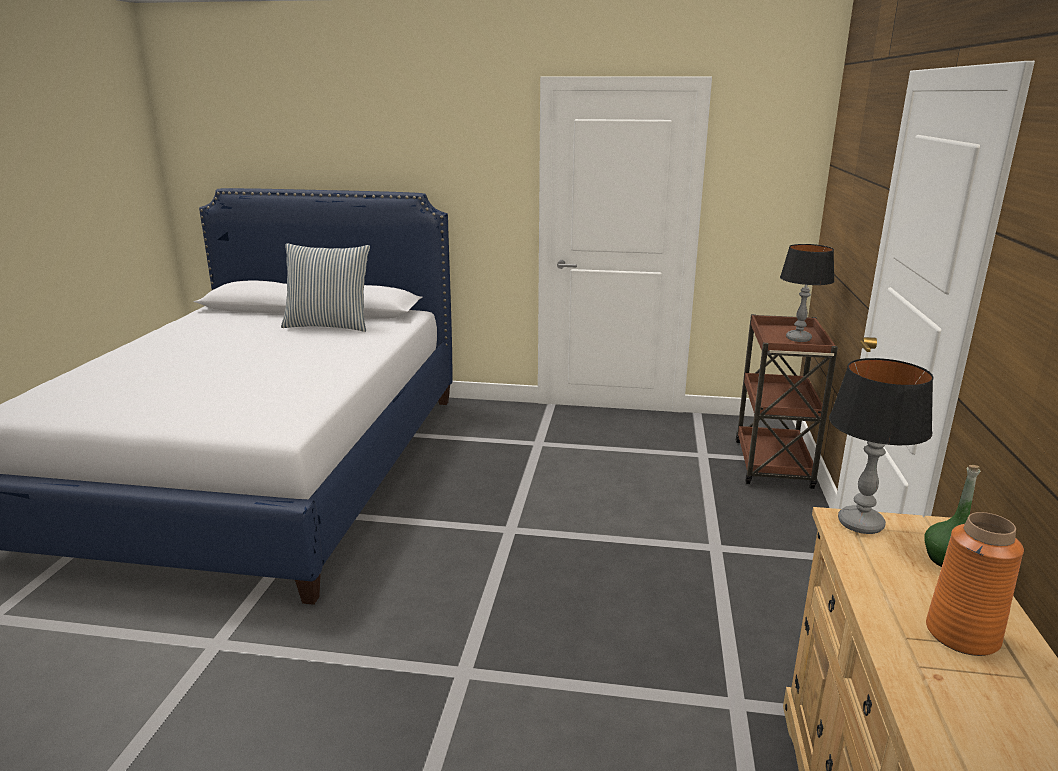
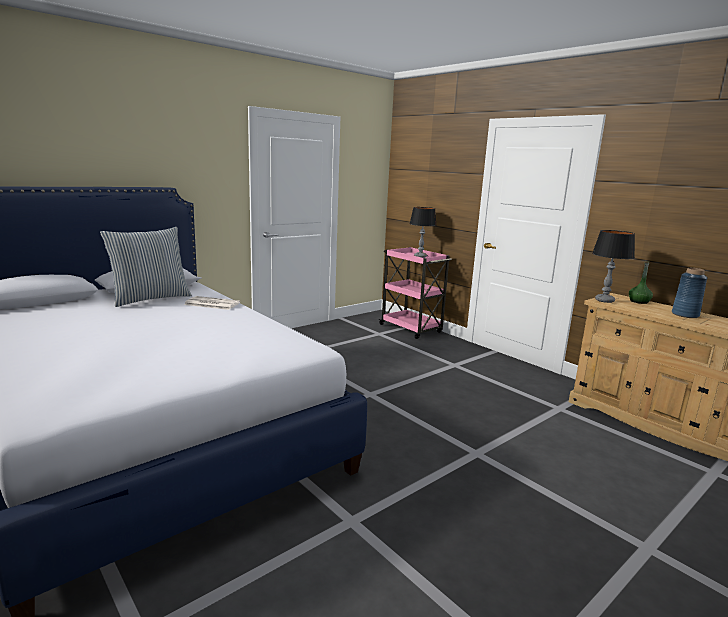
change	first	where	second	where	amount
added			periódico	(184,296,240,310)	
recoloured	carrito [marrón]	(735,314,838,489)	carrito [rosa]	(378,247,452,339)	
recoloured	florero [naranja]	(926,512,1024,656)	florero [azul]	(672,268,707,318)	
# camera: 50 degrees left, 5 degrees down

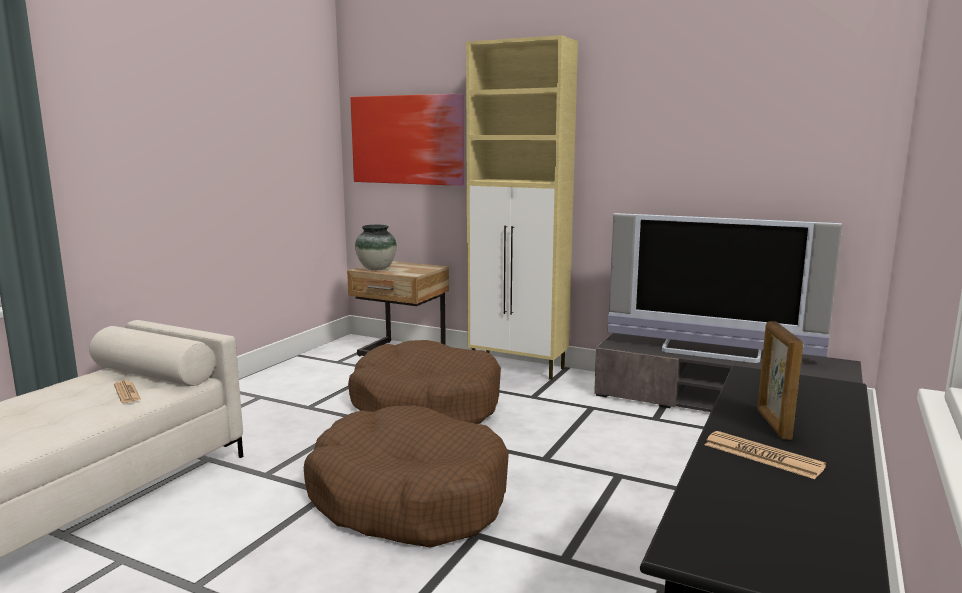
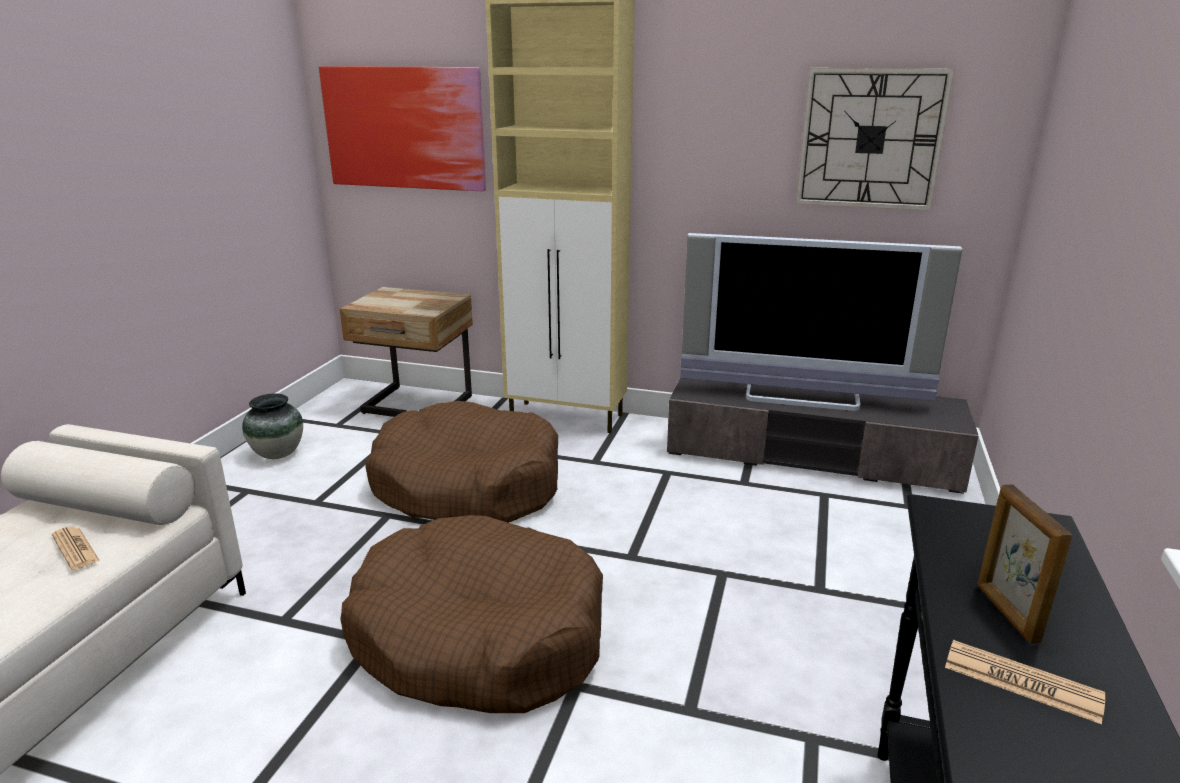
change	first	where	second	where	amount
moved	florero	(355,225,397,270)		(242,393,303,459)	
added			reloj de pared	(796,68,955,211)	
# camera: 10 degrees left, 10 degrees up

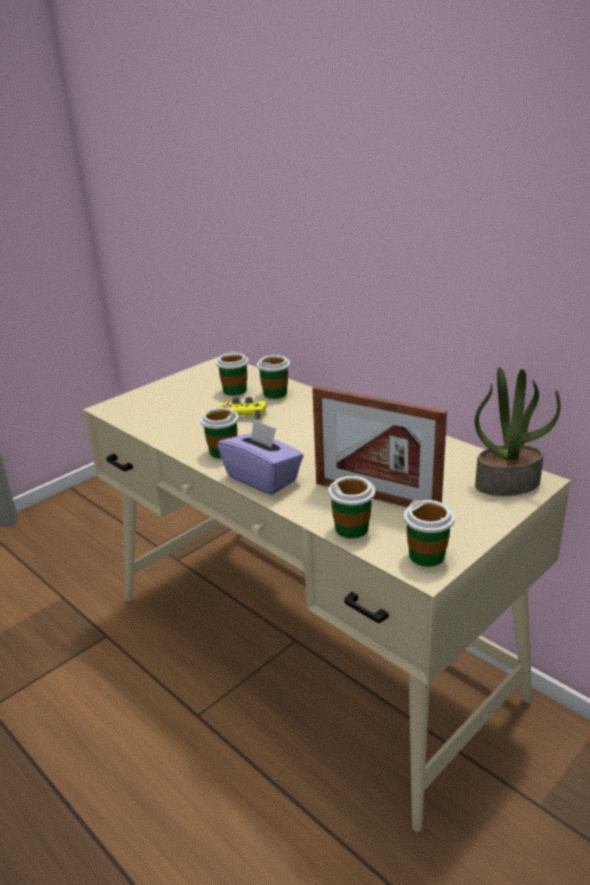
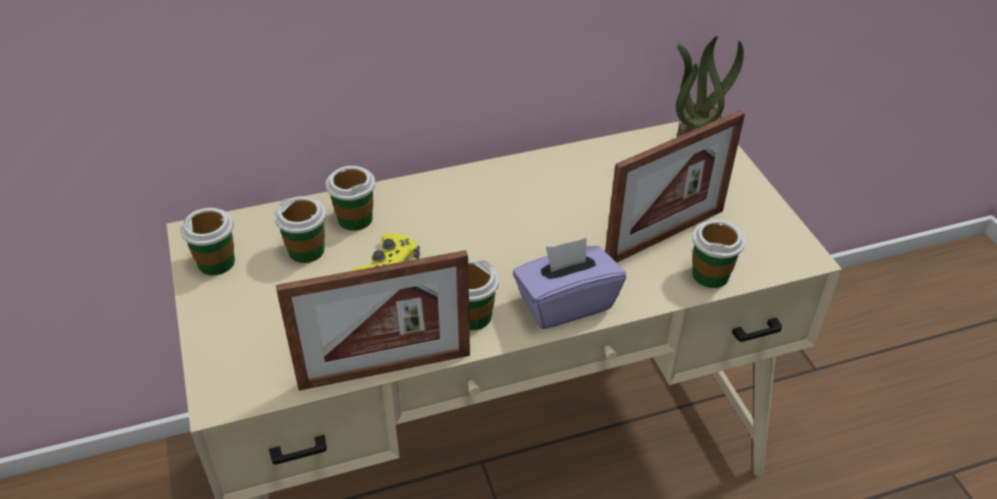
change	first	where	second	where	amount
moved	taza	(404,500,455,567)		(180,208,235,275)	
added			portarretratos	(276,250,470,391)	
# camera: 65 degrees left, 15 degrees up

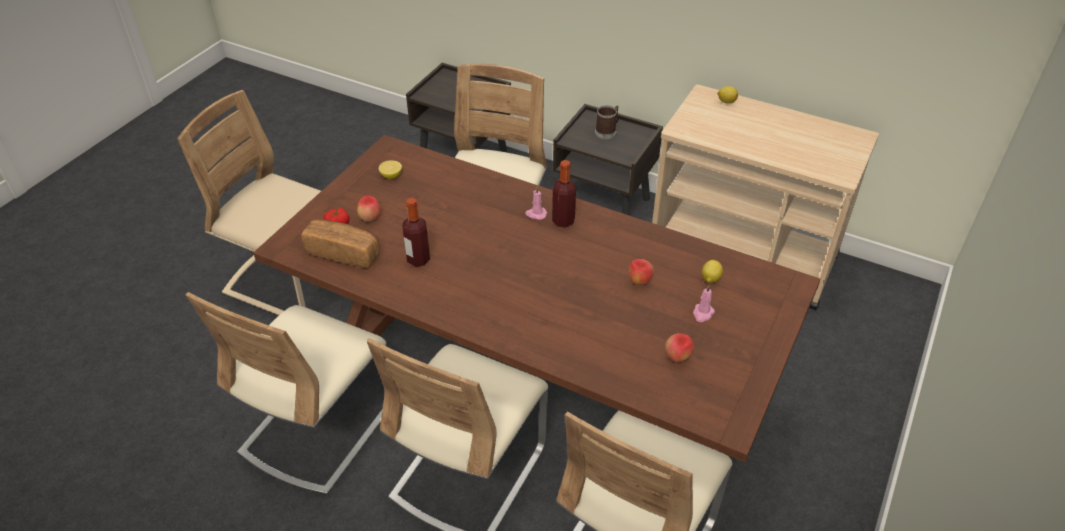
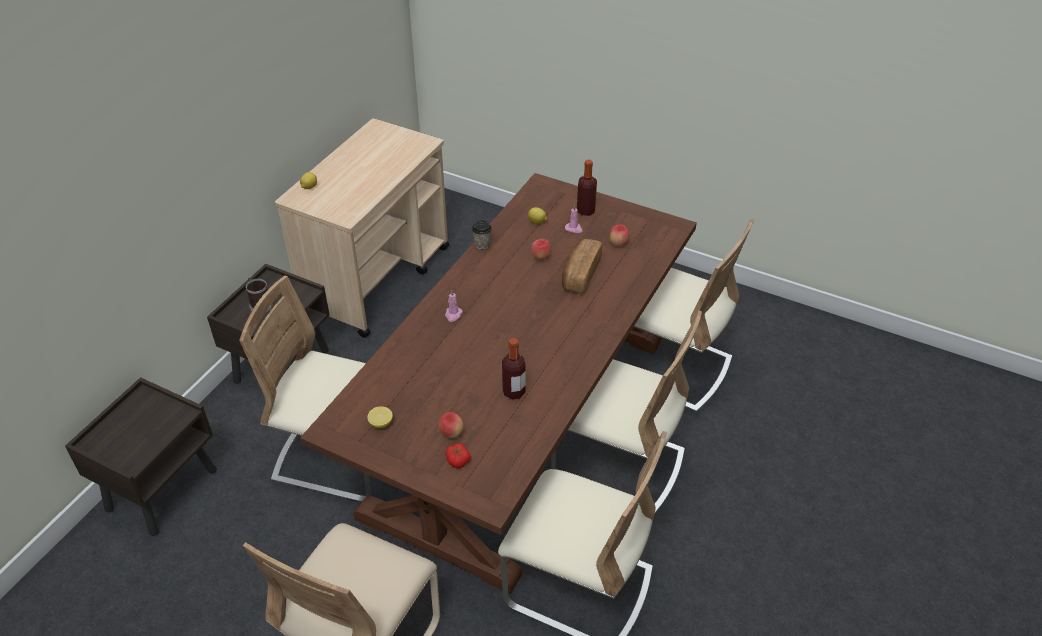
change	first	where	second	where	amount
added			taza	(472,220,492,249)	
moved	pan	(301,219,380,268)		(562,239,602,294)	
moved	botella	(552,160,576,228)		(577,160,597,216)	
# camera: 90 degrees left, 0 degrees up

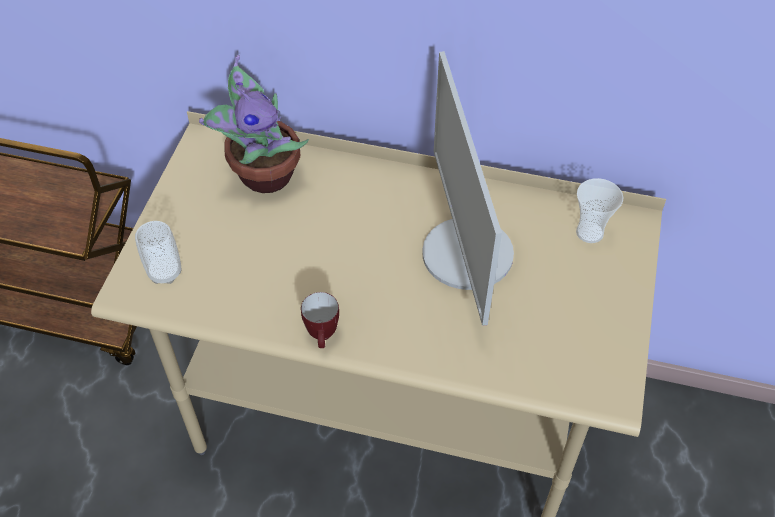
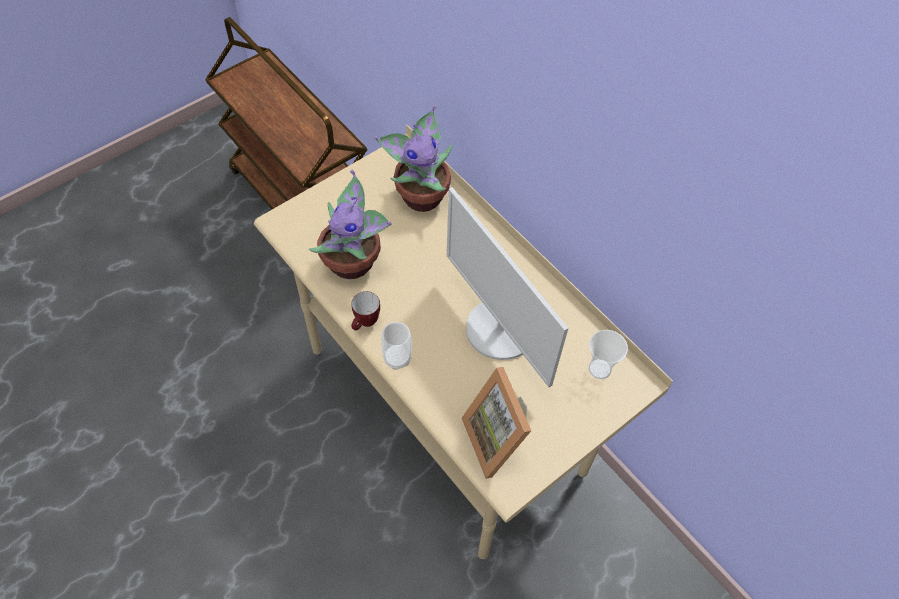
change	first	where	second	where	amount
added			planta en maceta	(309,169,392,279)	
moved	taza	(135,221,181,284)		(381,322,412,370)	
turned	monitor	(422,51,514,326)		(447,187,568,387)	60 degrees counterclockwise
added			portarretratos	(462,367,531,479)	
# camera: 35 degrees right, 5 degrees up

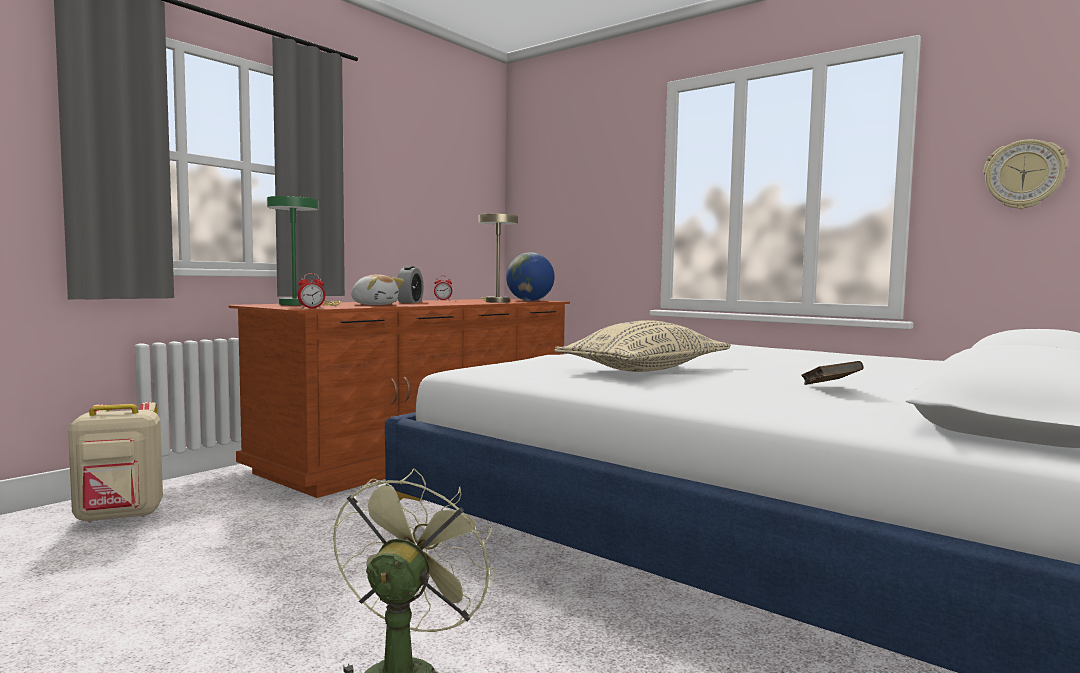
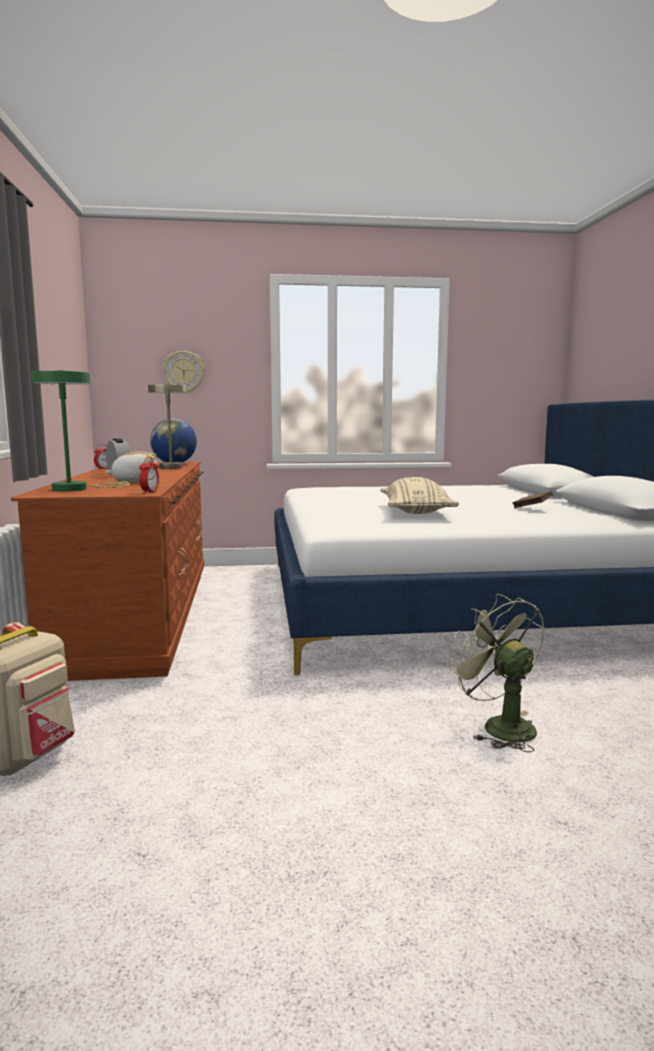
change	first	where	second	where	amount
moved	reloj de pared	(984,139,1068,209)		(163,351,205,393)	
# camera: 45 degrees left, 5 degrees up

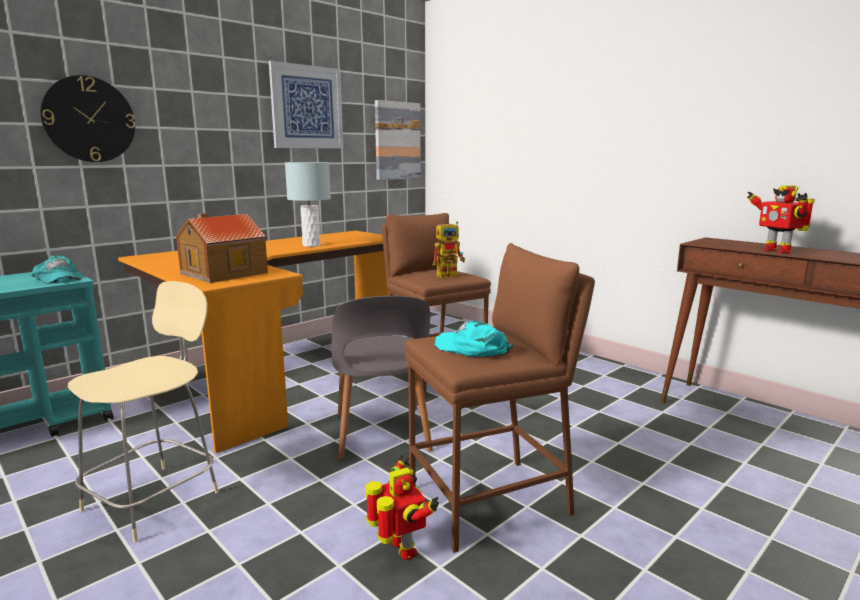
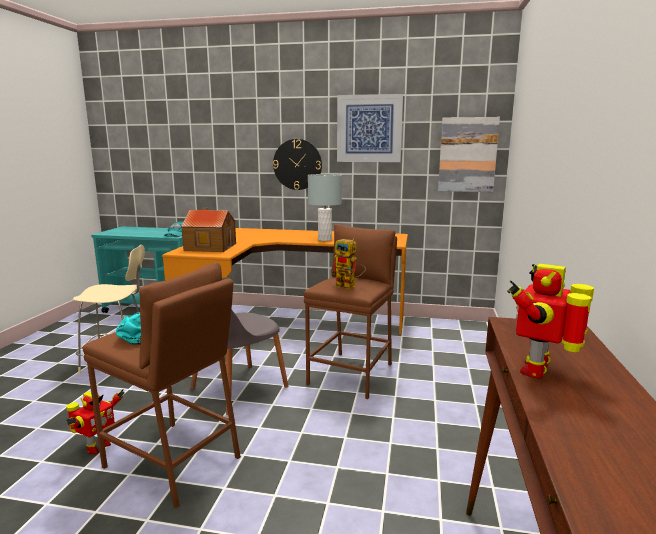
change	first	where	second	where	amount
moved	reloj de pared	(40,75,135,162)		(273,139,322,190)	
# camera: 55 degrees right, 0 degrees up

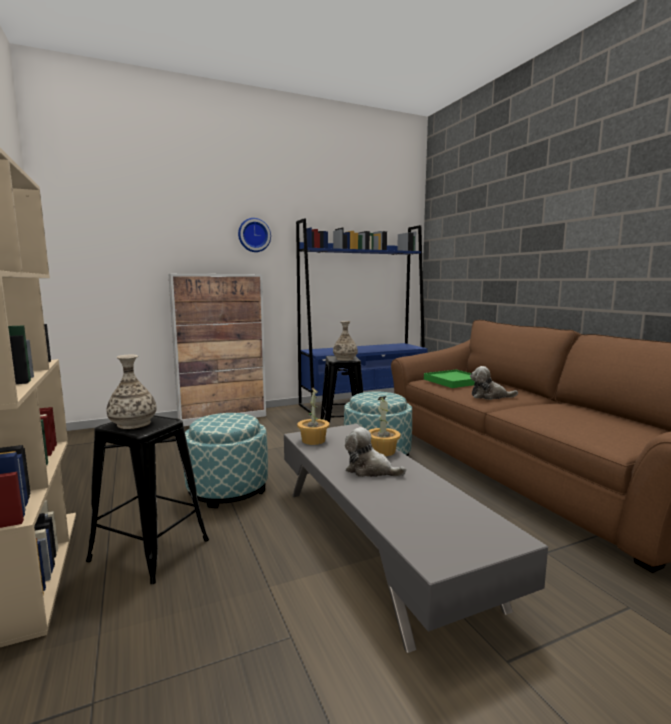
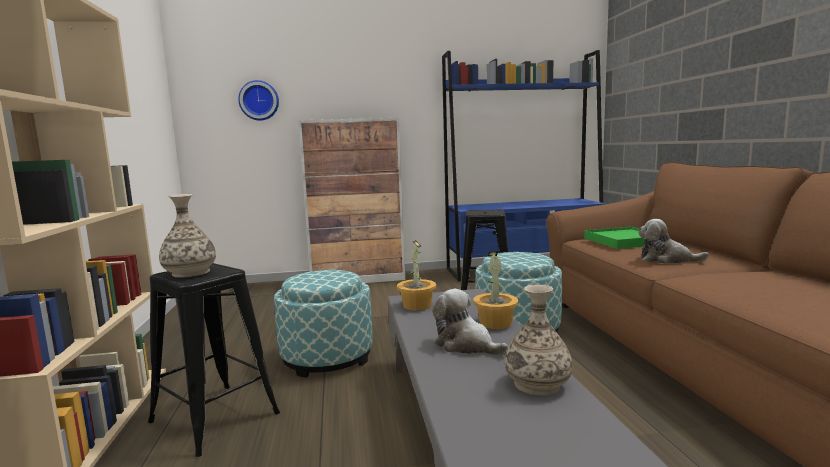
change	first	where	second	where	amount
moved	reloj de pared	(238,218,271,252)		(238,80,279,121)	
moved	florero	(333,321,358,361)		(505,285,573,396)	
# camera: 15 degrees right, 0 degrees up

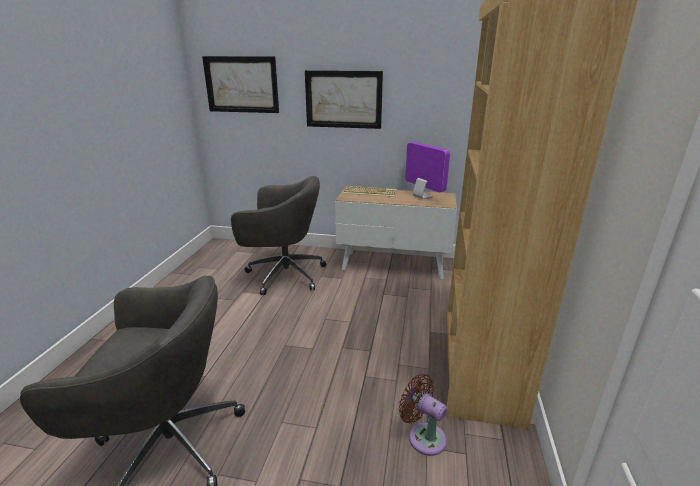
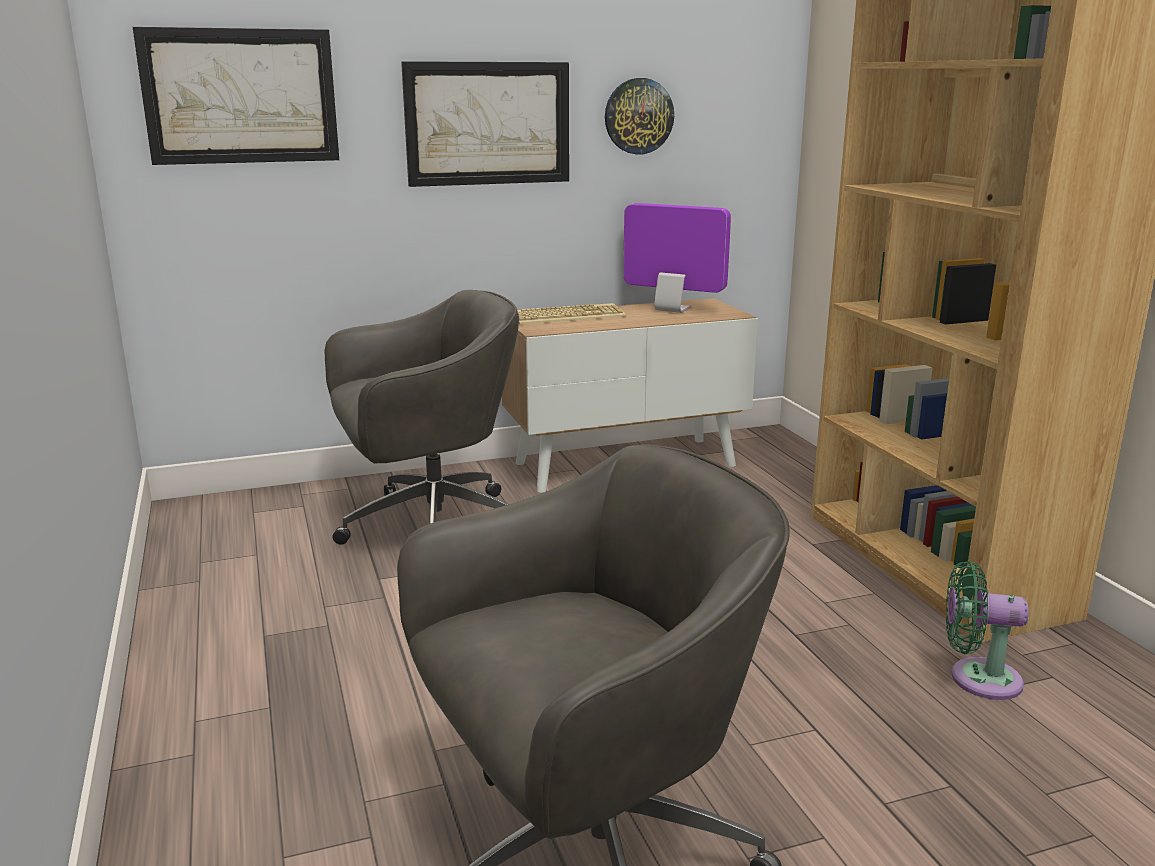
change	first	where	second	where	amount
added			reloj de pared	(605,78,674,155)	
recoloured	ventilador [marrón]	(399,374,447,456)	ventilador [verde]	(946,561,1029,700)	
# camera: 30 degrees left, 5 degrees down

